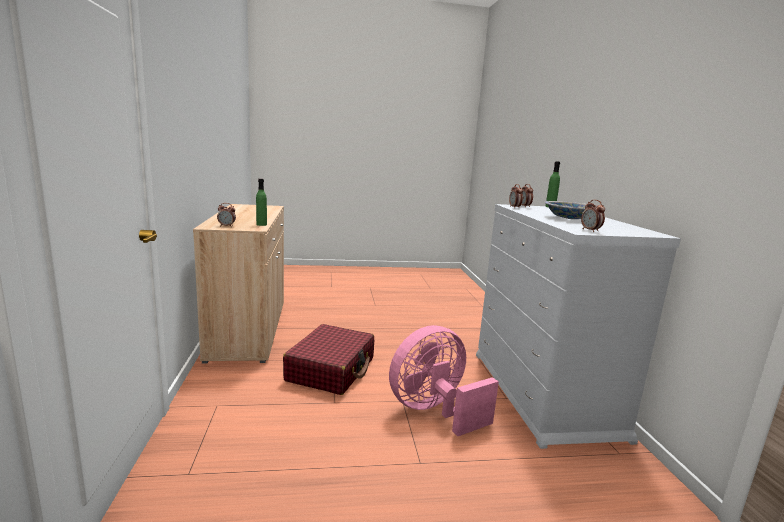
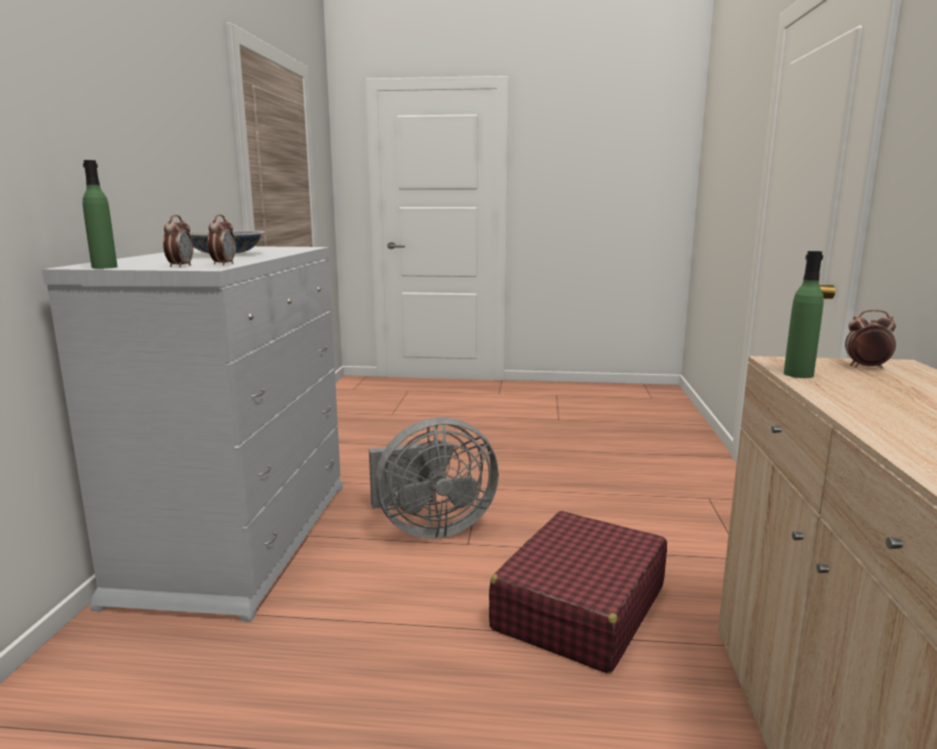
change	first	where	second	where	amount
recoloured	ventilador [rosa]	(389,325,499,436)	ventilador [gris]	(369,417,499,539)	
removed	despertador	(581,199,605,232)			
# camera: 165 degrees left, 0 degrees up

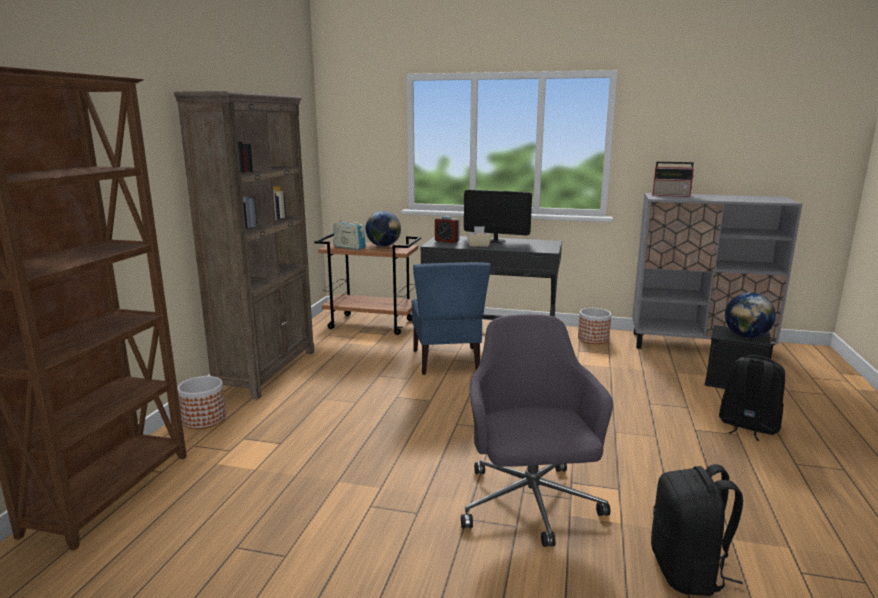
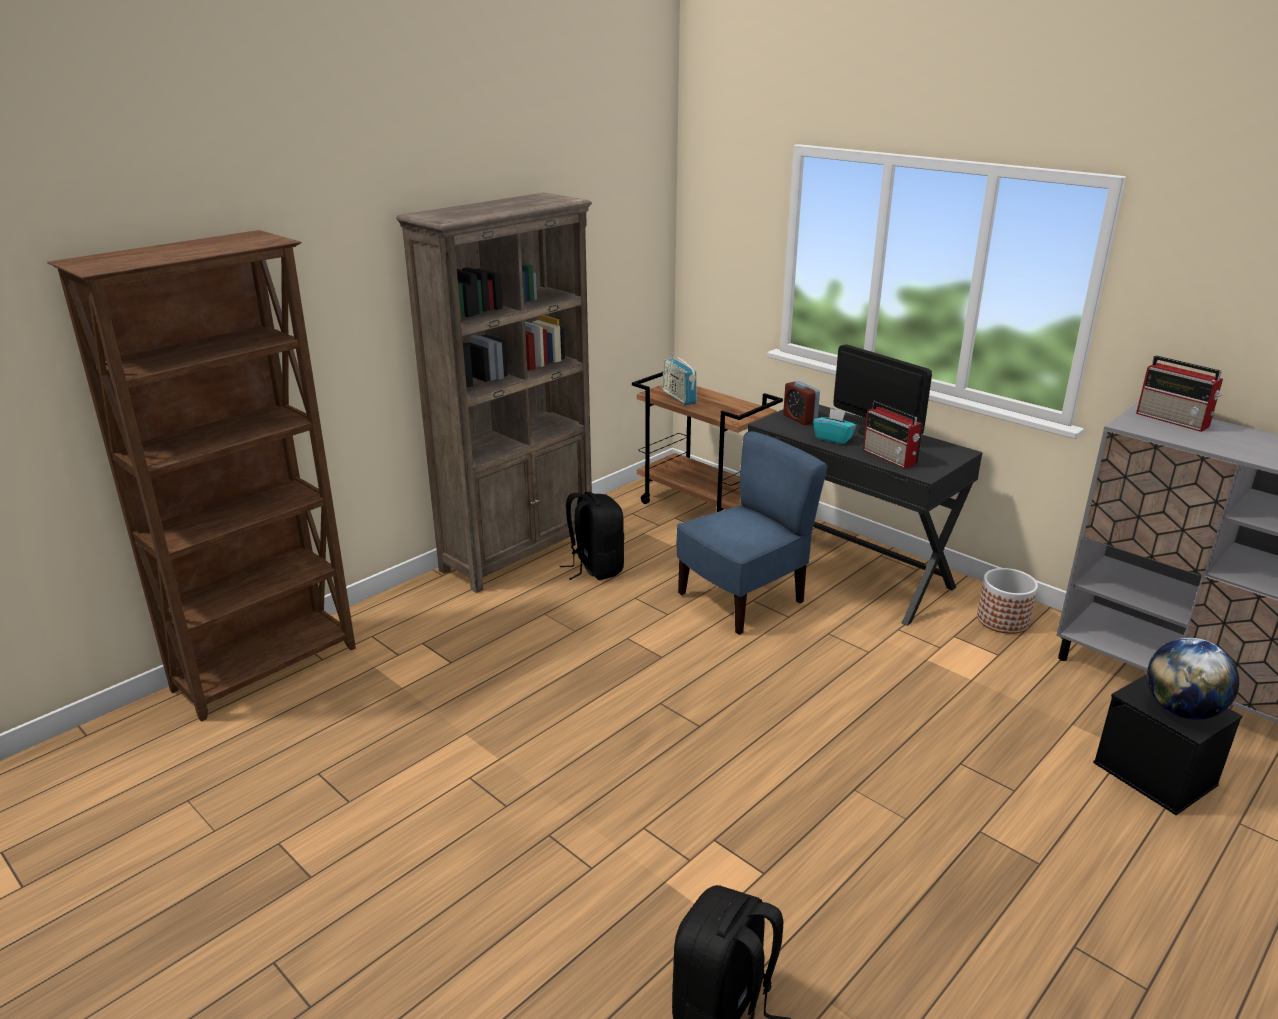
change	first	where	second	where	amount
moved	mochila [negro]	(719,355,785,441)		(560,492,624,580)	
turned	silla [azul]	(411,262,491,375)		(676,431,828,635)	150 degrees counterclockwise
recoloured	caja de pañuelos [beis]	(467,226,492,247)	caja de pañuelos [turquesa]	(813,408,856,444)	
added			radio	(863,401,923,469)	
removed	maceta	(177,376,226,429)			
removed	globo terráqueo	(365,211,401,247)			
removed	silla de oficina [gris]	(461,314,613,547)			
# camera: 30 degrees right, 10 degrees up

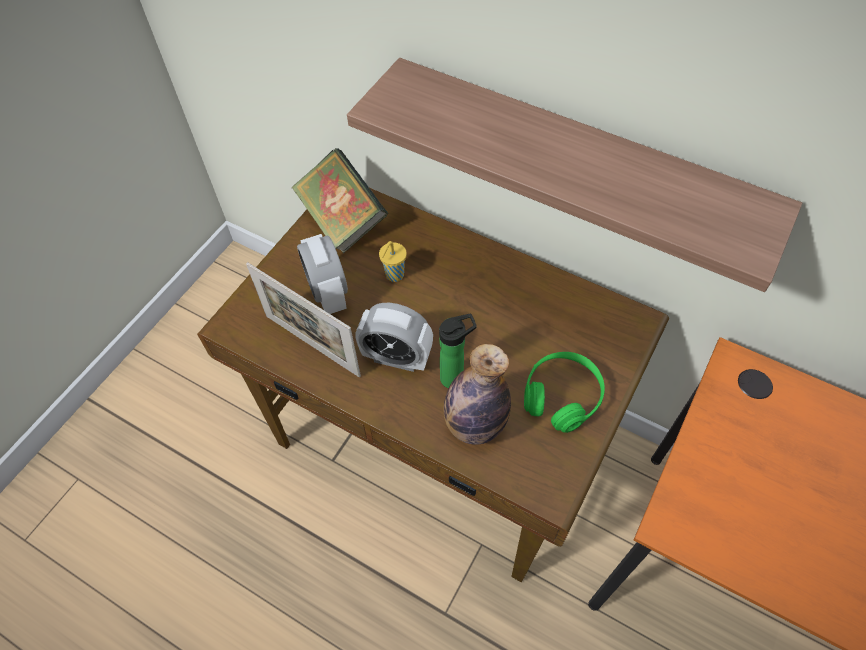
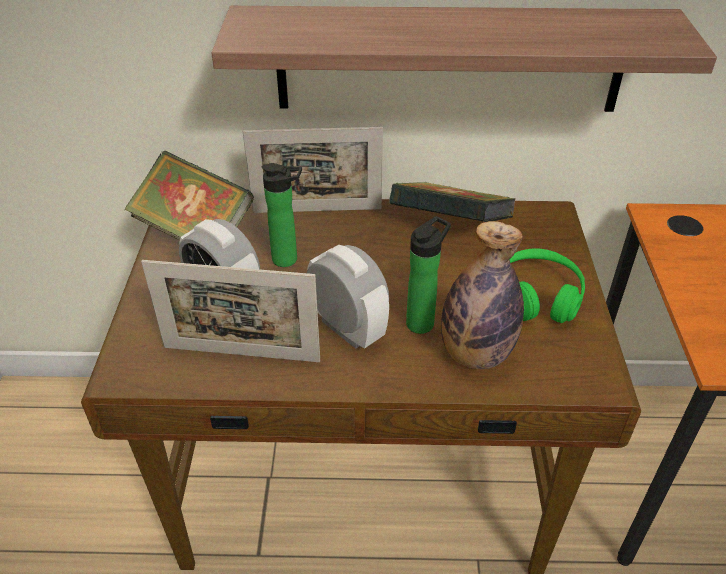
change	first	where	second	where	amount
added			portarretratos	(243,127,383,213)	
replaced	taza [amarillo]	(379,241,407,282)	botella	(261,163,302,267)	
turned	despertador	(355,303,433,372)		(307,245,389,349)	120 degrees counterclockwise
added			libro	(389,182,516,222)	
# camera: 30 degrees left, 15 degrees down

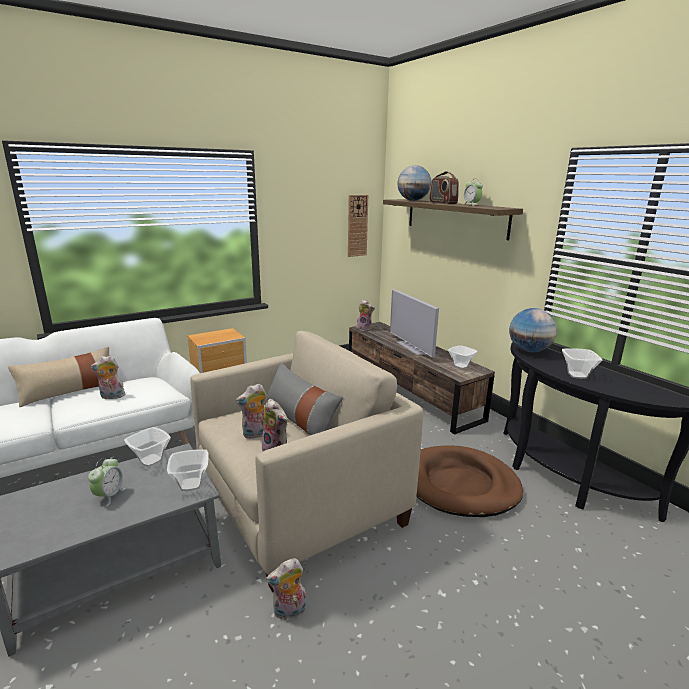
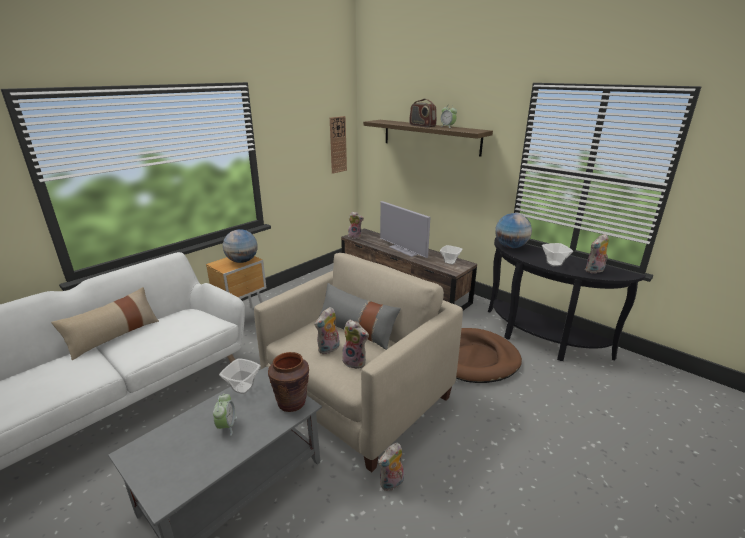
change	first	where	second	where	amount
moved	globo terráqueo	(397,165,431,201)		(223,229,258,263)	
replaced	cuenco	(167,449,209,491)	florero [marrón]	(268,352,309,412)	
moved	peluche	(91,355,125,399)		(585,234,609,274)	
# camera: 15 degrees left, 5 degrees up

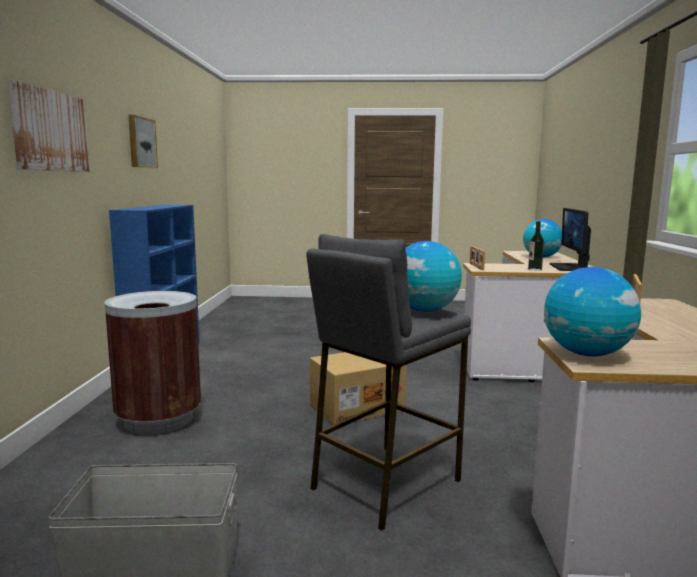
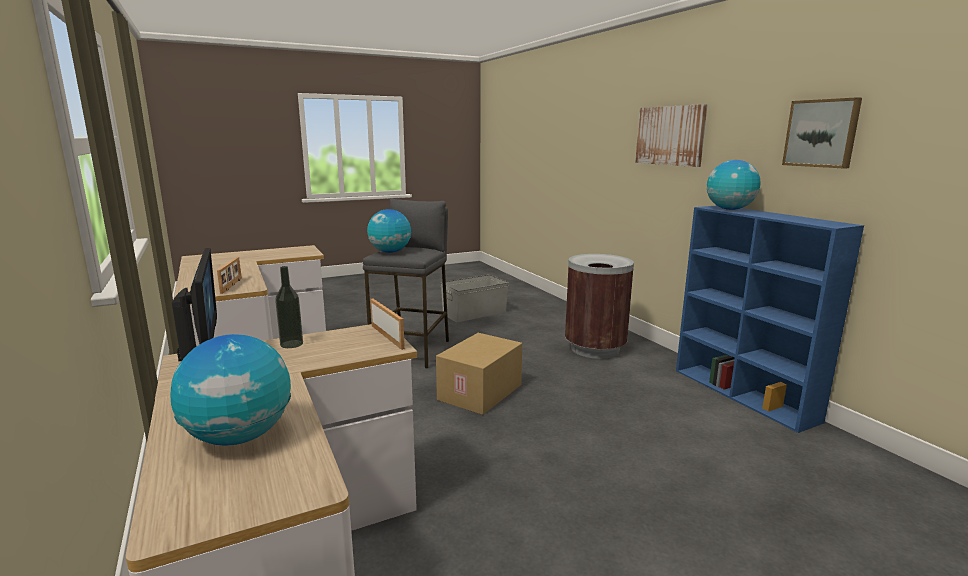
change	first	where	second	where	amount
moved	globo terráqueo	(544,267,641,356)		(707,160,761,210)	
# camera: 150 degrees right, 5 degrees up

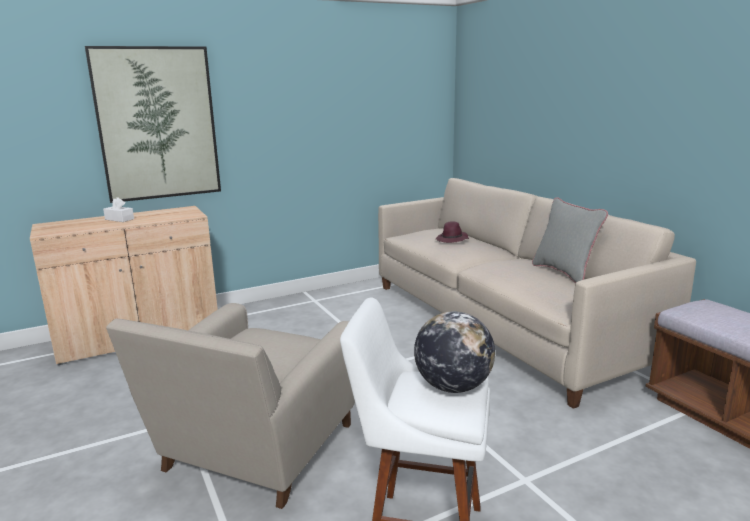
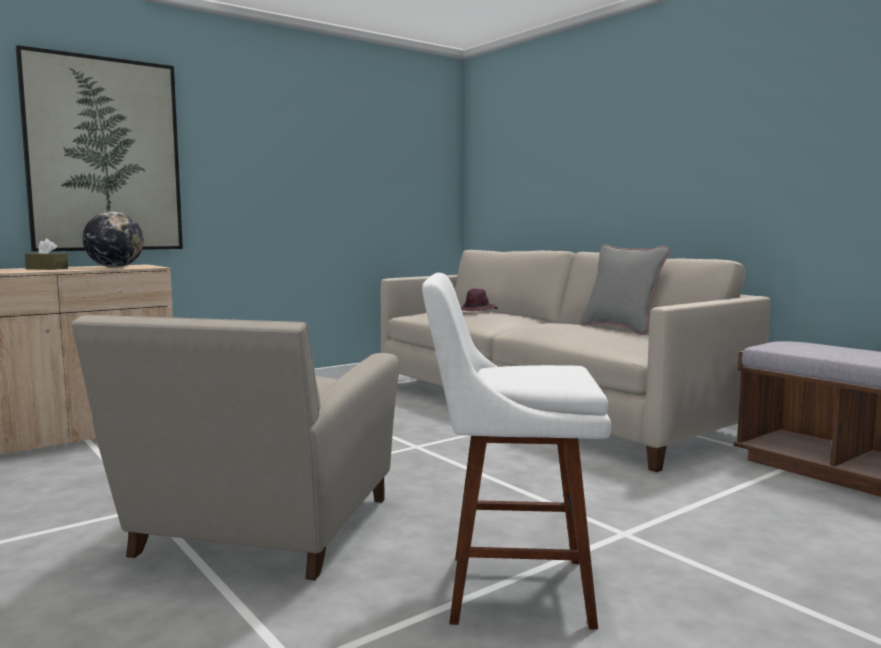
change	first	where	second	where	amount
recoloured	caja de pañuelos [blanco]	(103,197,134,222)	caja de pañuelos [marrón]	(25,239,68,270)	
moved	globo terráqueo	(414,311,495,393)		(83,211,144,268)	
# camera: 10 degrees left, 10 degrees down

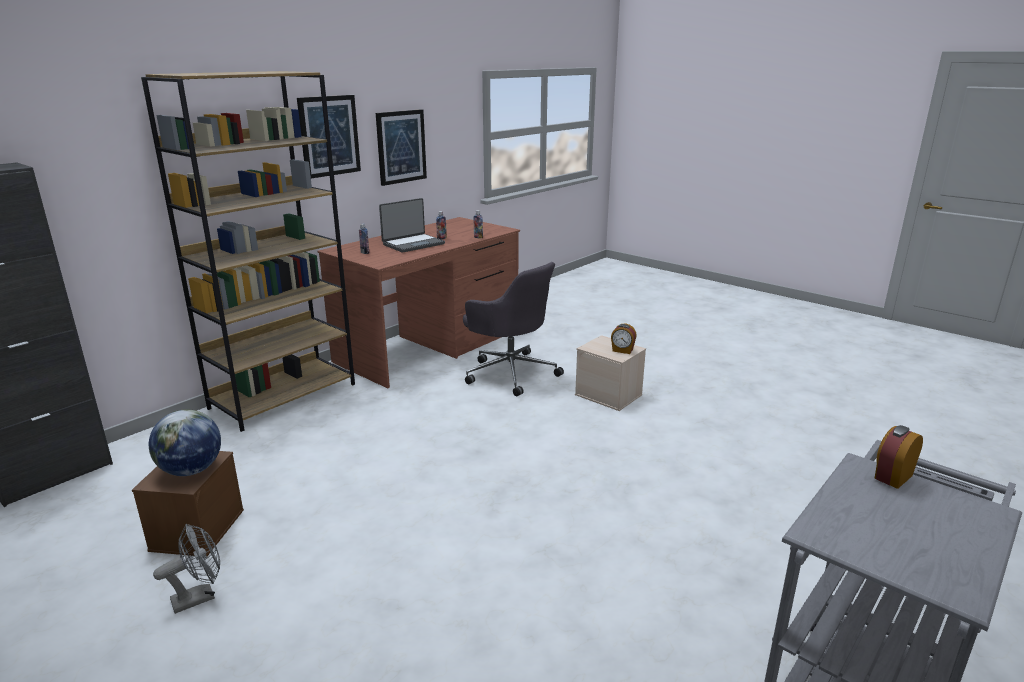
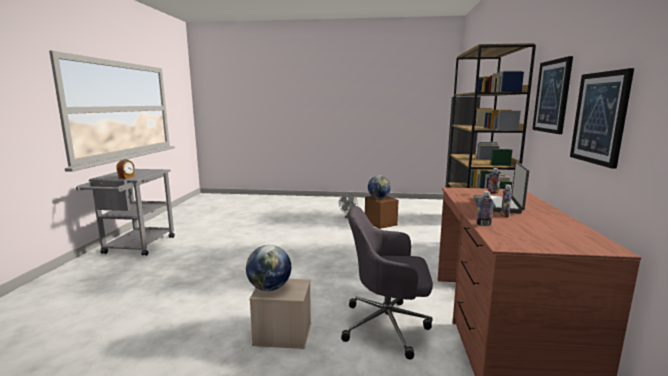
change	first	where	second	where	amount
replaced	despertador	(611,324,637,354)	globo terráqueo	(246,245,291,291)	
# camera: 145 degrees right, 10 degrees down

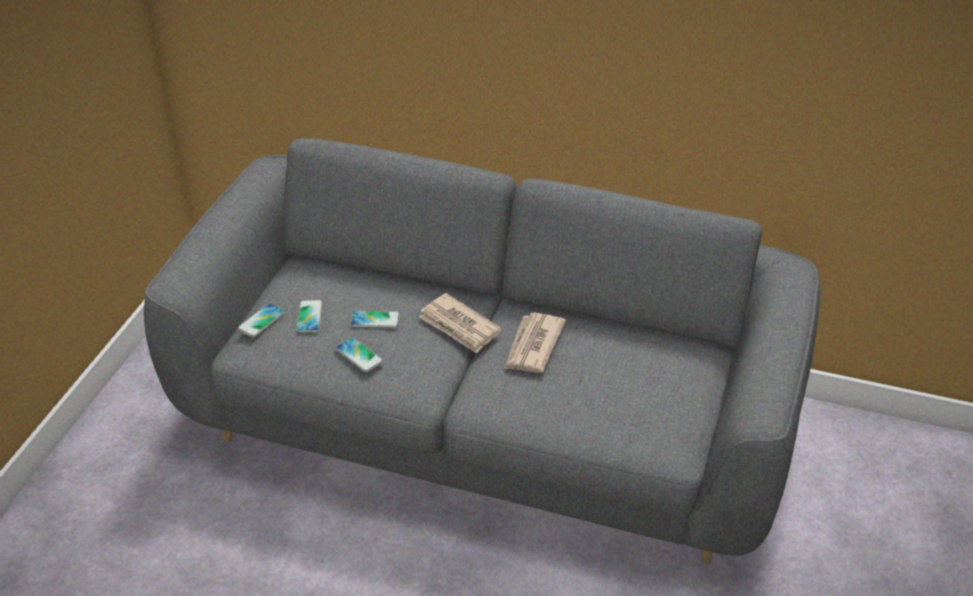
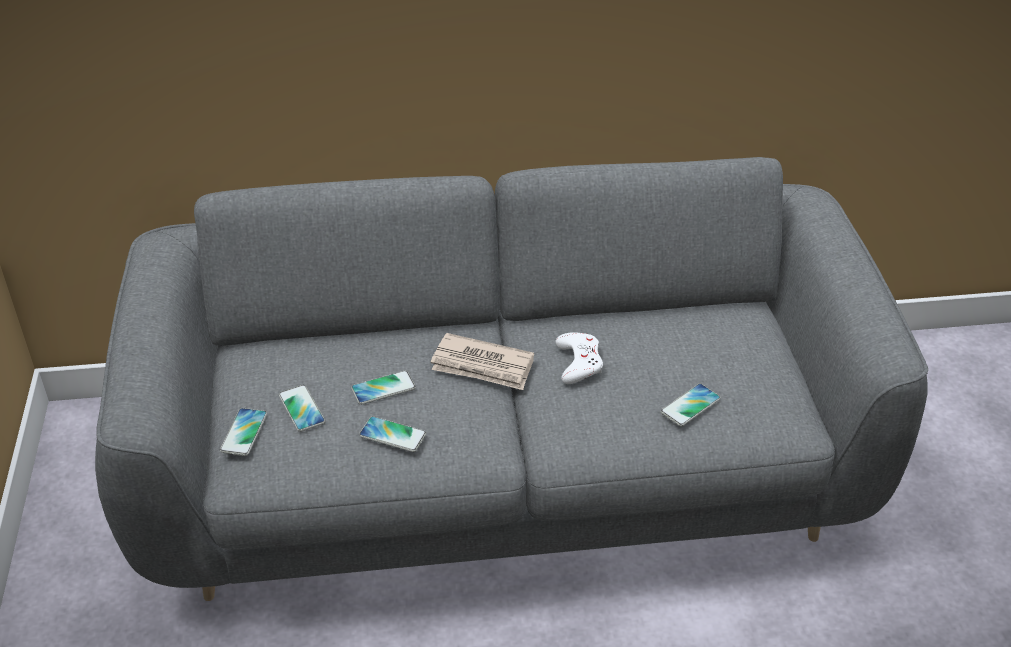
change	first	where	second	where	amount
replaced	periódico	(505,312,566,373)	mando de consola [blanco]	(556,332,603,384)	
added			móvil	(661,384,721,426)	
# camera: 25 degrees left, 0 degrees up

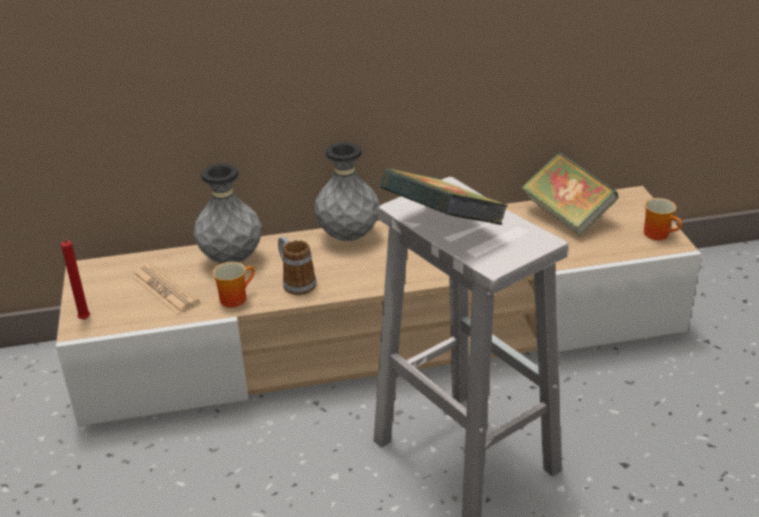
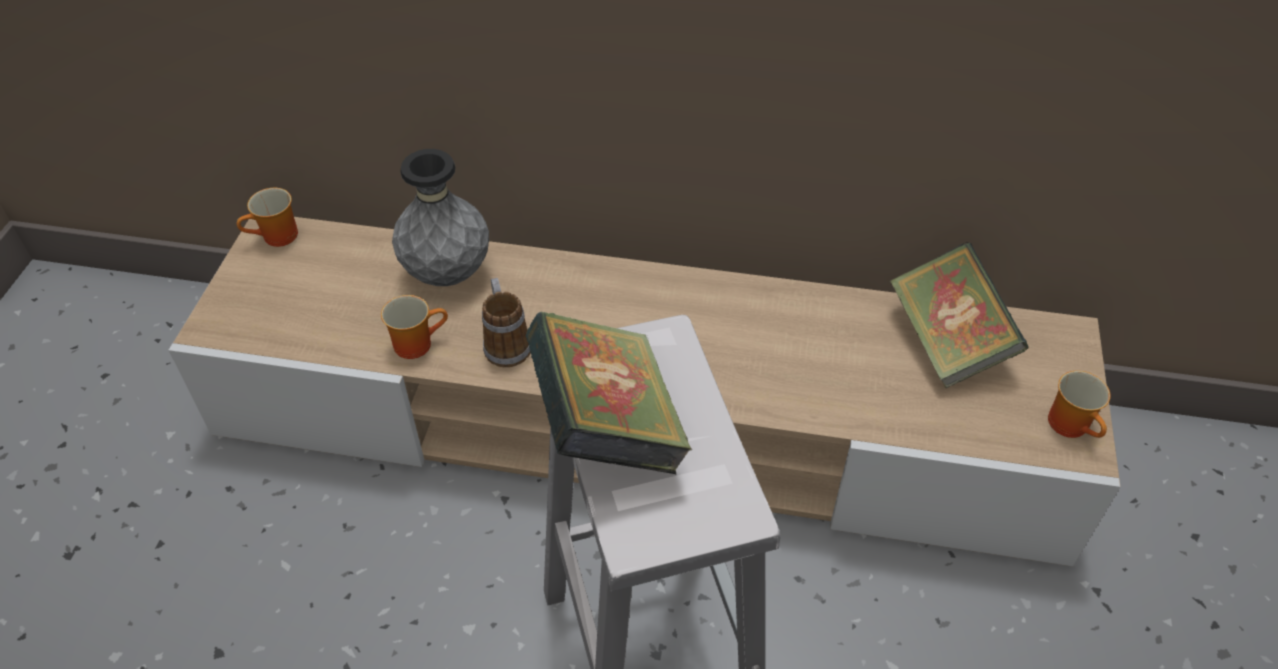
change	first	where	second	where	amount
added			taza grande	(237,188,298,247)	
removed	vela [rojo]	(61,239,90,320)			
removed	periódico	(132,264,199,314)			
removed	florero [gris]	(314,142,380,241)			
# camera: 20 degrees right, 15 degrees up

